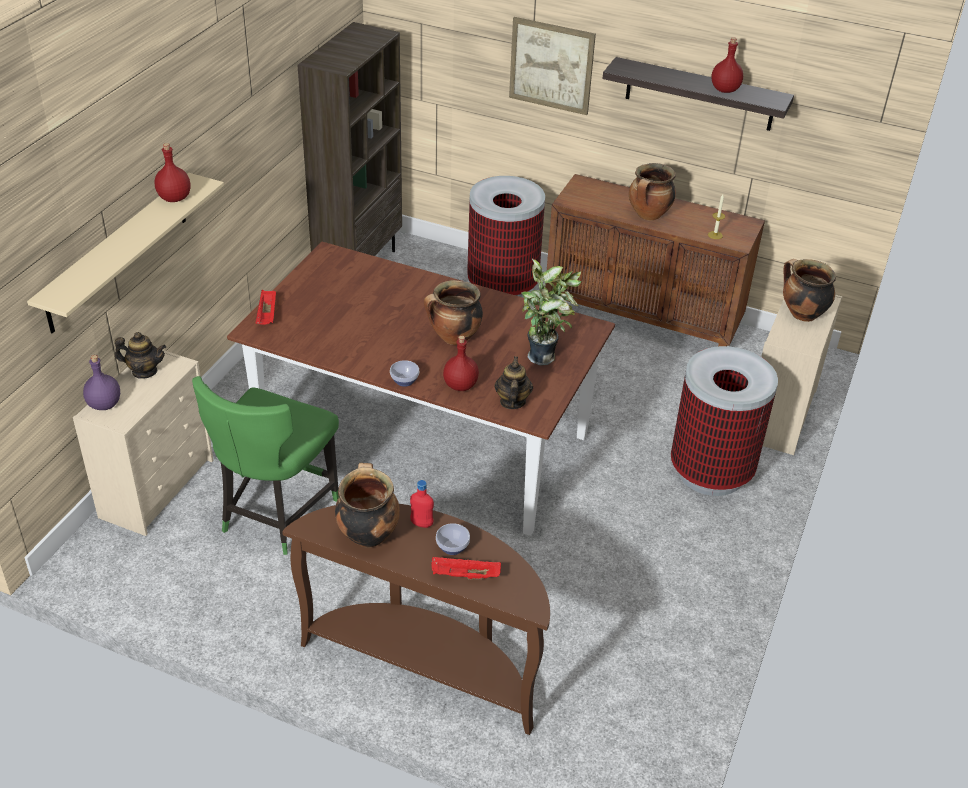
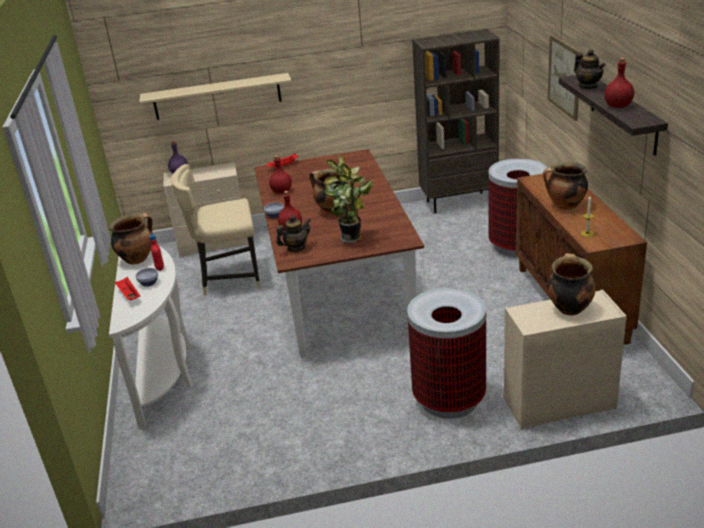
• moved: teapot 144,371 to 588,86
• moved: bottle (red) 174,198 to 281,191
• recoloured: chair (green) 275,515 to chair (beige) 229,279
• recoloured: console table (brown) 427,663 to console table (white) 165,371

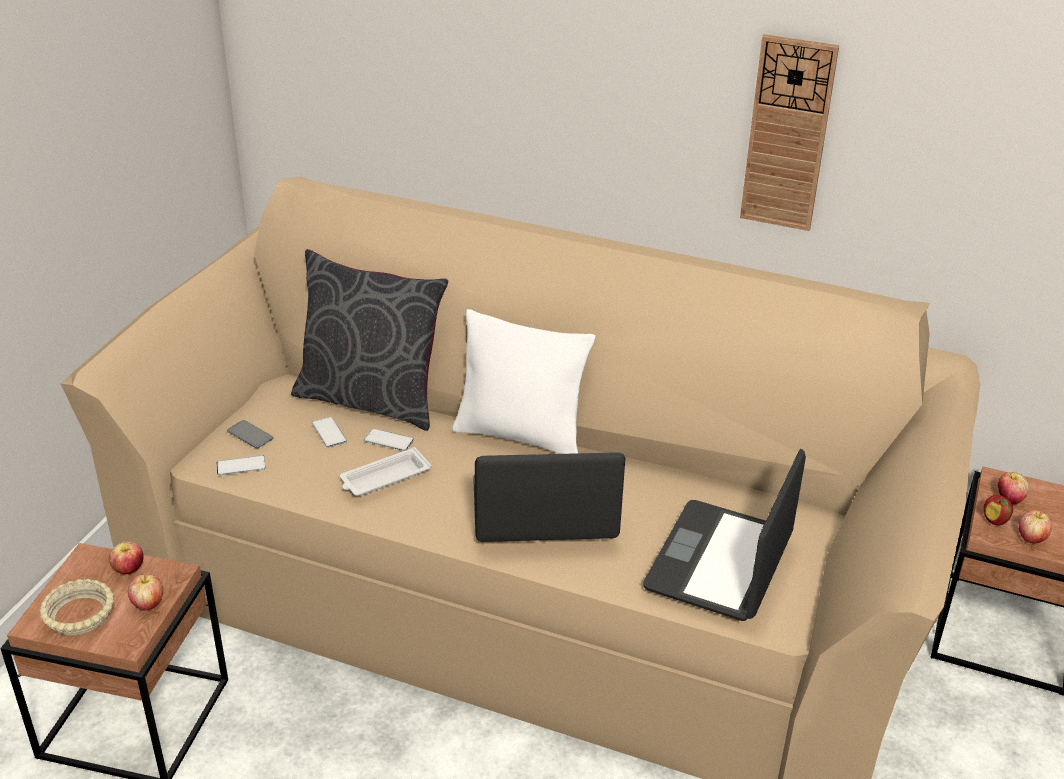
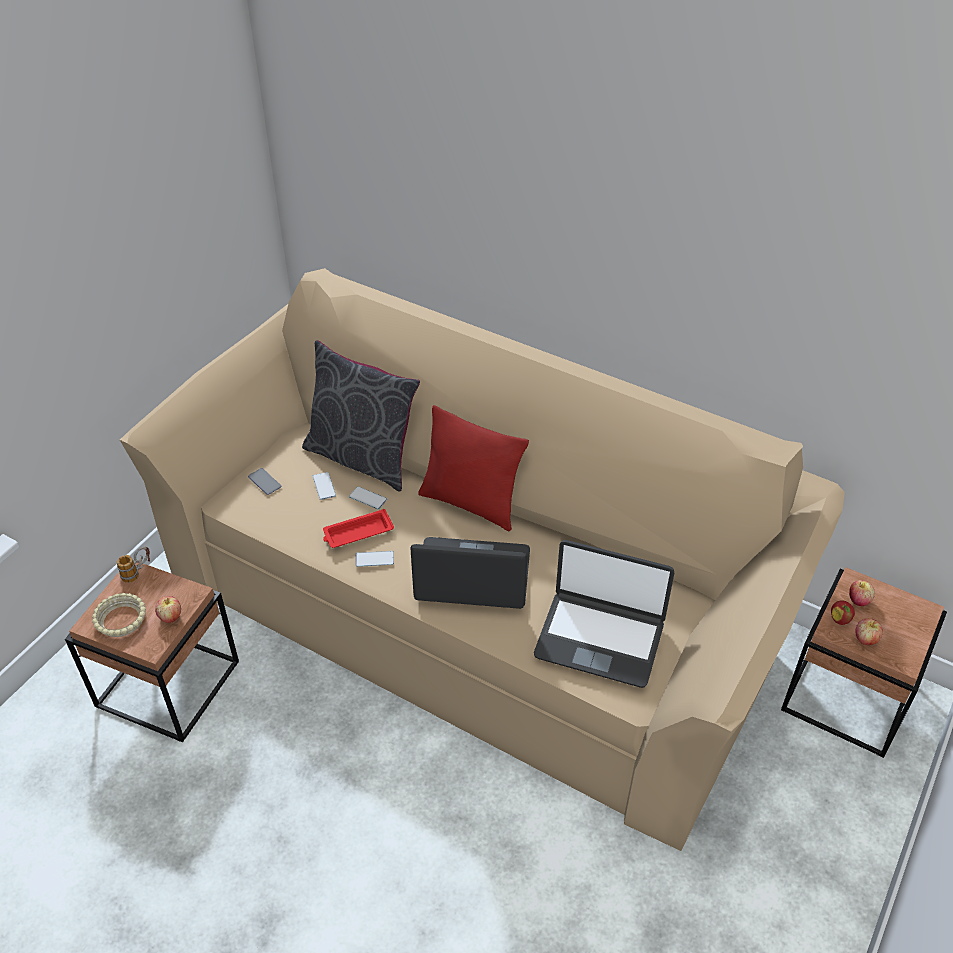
• removed: apple 129,569
• moved: phone 241,465 to 374,559
• recoloured: tray (white) 384,478 to tray (red) 357,533
• recoloured: pillow (white) 520,435 to pillow (red) 470,503
• turned: laptop 721,562 = 600,638 105 degrees counterclockwise
• removed: wall clock 787,134
• added: mug 137,572

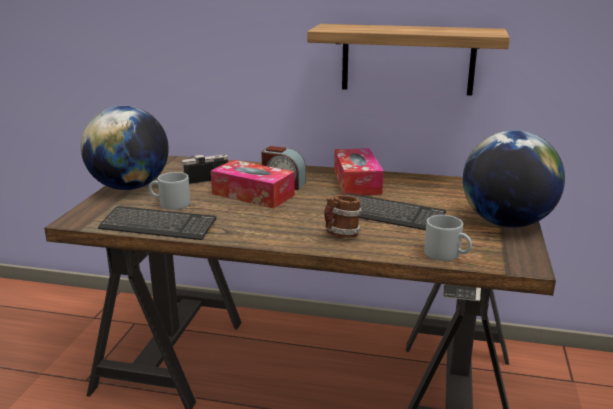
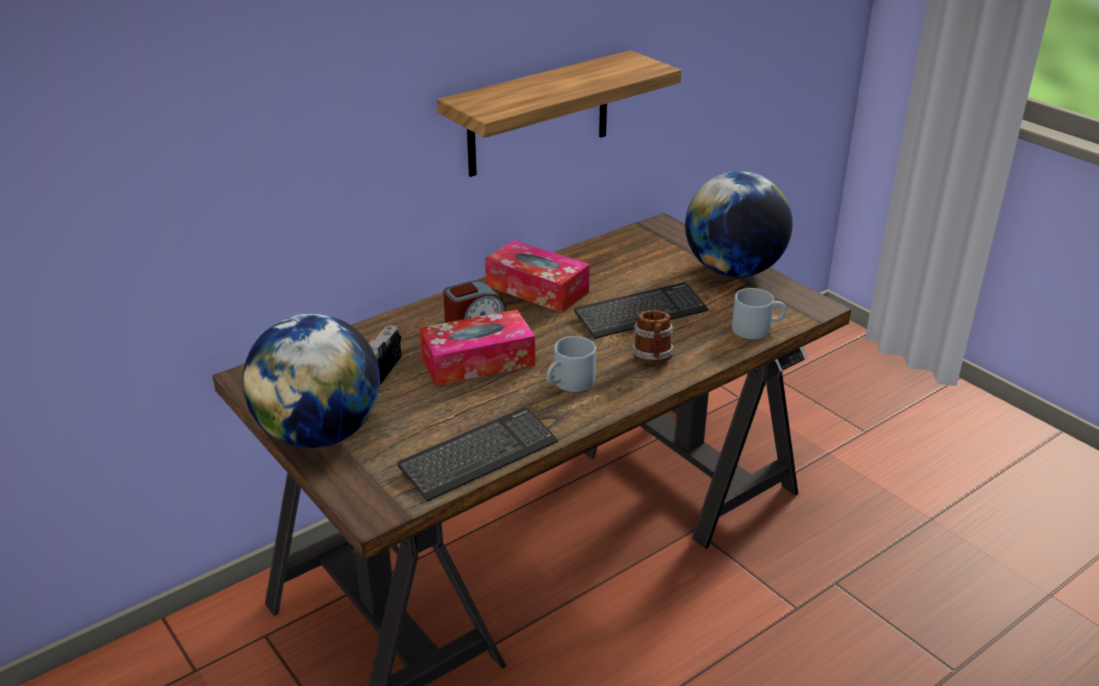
• moved: mug (grey) 169,204 to 569,383

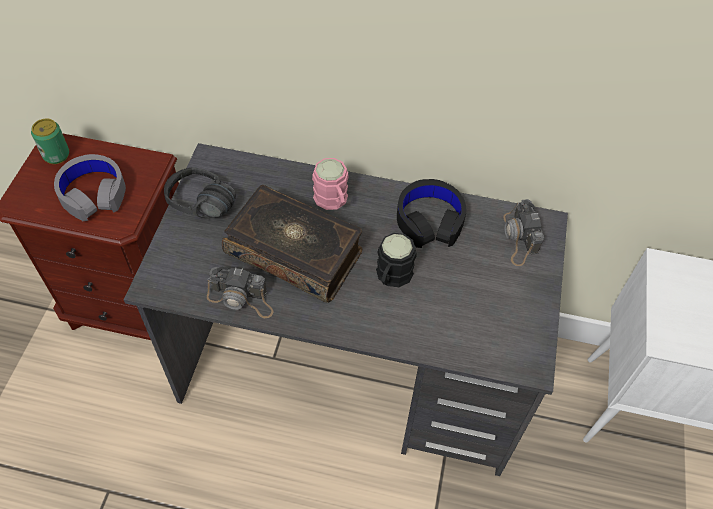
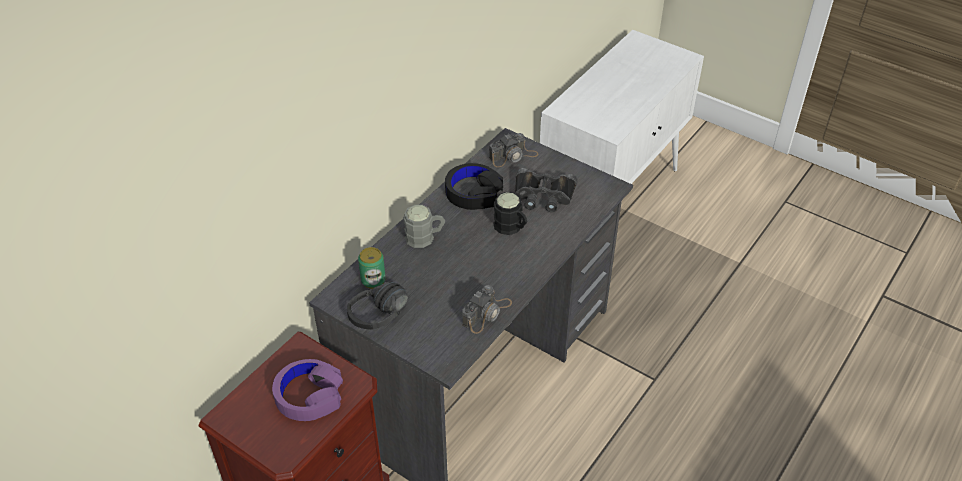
• moved: can 56,155 to 373,280
• recoloured: headphones (grey) 93,193 to headphones (purple) 309,396
• removed: book 295,252
• recoloured: mug (pink) 333,201 to mug (grey) 425,237
• turned: photo camera 519,238 = 513,156 45 degrees counterclockwise
• added: binoculars (black) 543,195

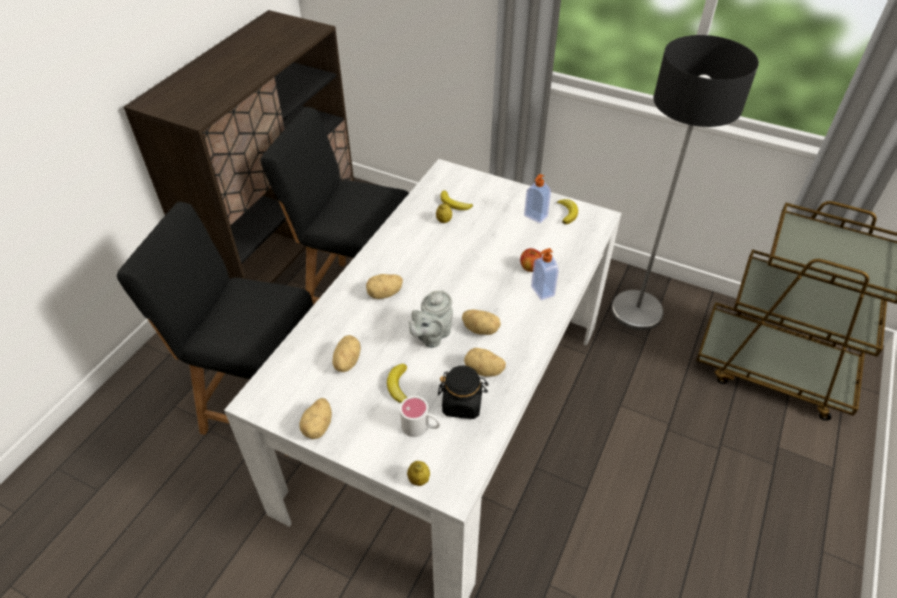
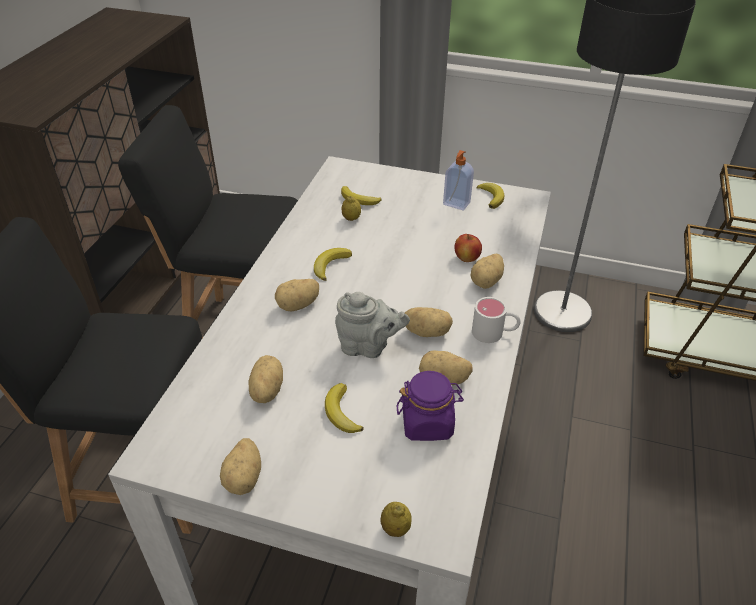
• moved: mug (white) 421,427 to 494,333
• turned: teapot (grey) 431,336 = 368,347 105 degrees counterclockwise
• recoloured: jar (black) 462,404 to jar (purple) 427,423
• replaced: soap dispenser 541,291 to potato 487,282
• added: banana 330,265

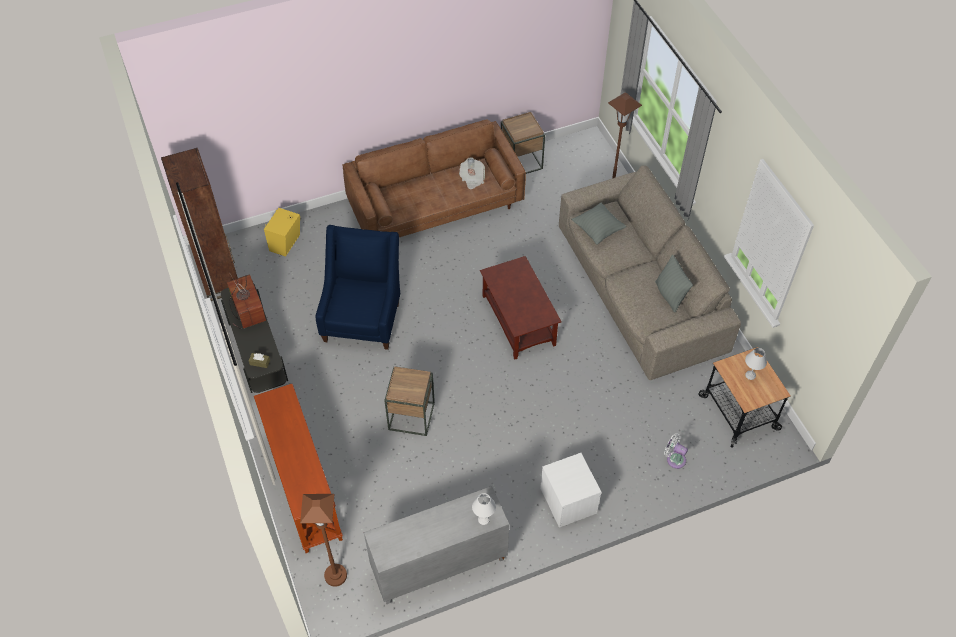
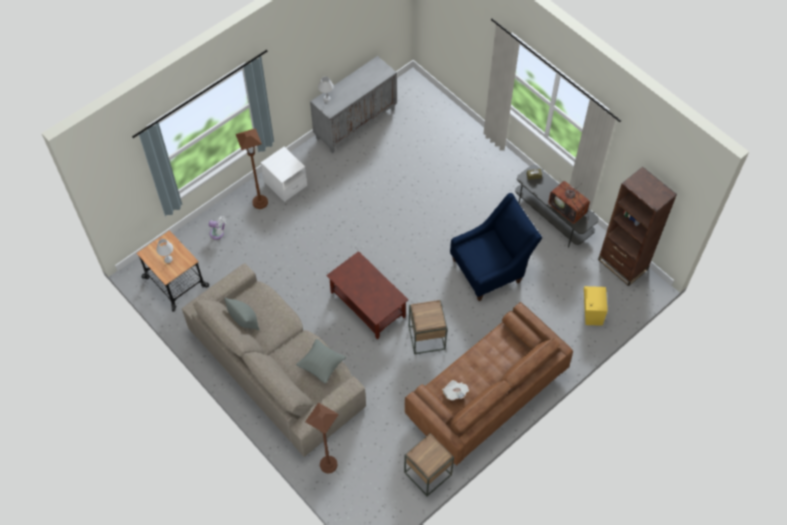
• removed: console table (brown) 302,486
• moved: floor lamp (brown) 335,575 to 260,202
• turned: armchair (blue) 363,317 = 491,268 105 degrees counterclockwise
• moved: side table (brown) 411,416 to 426,338

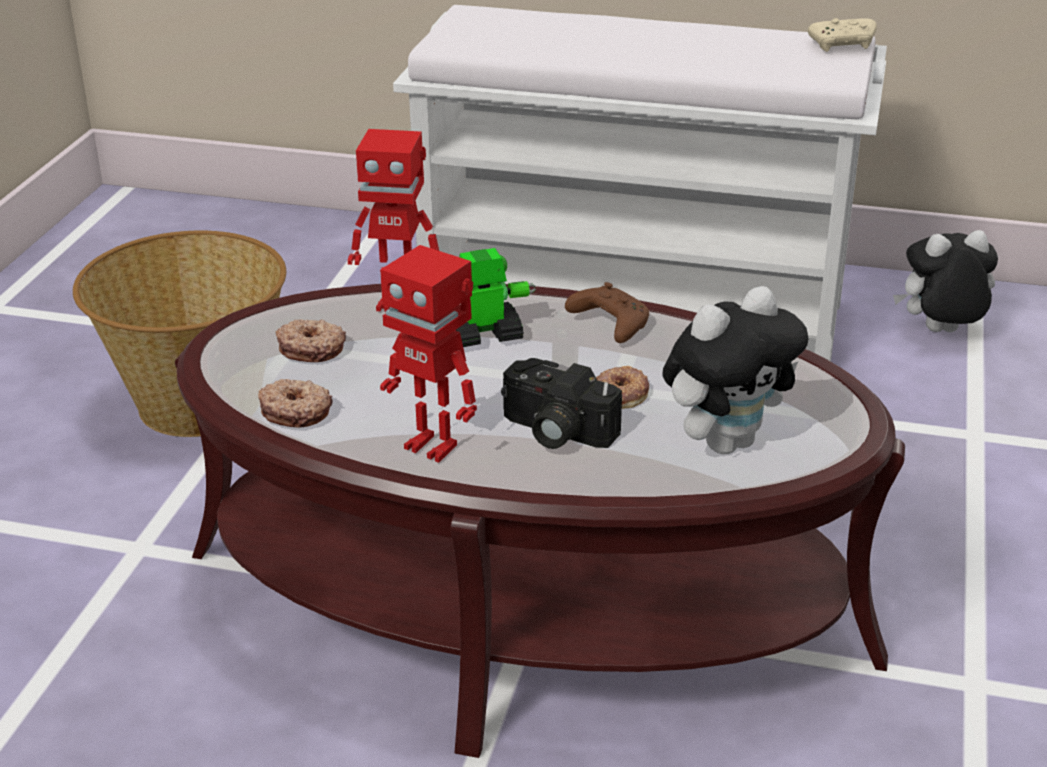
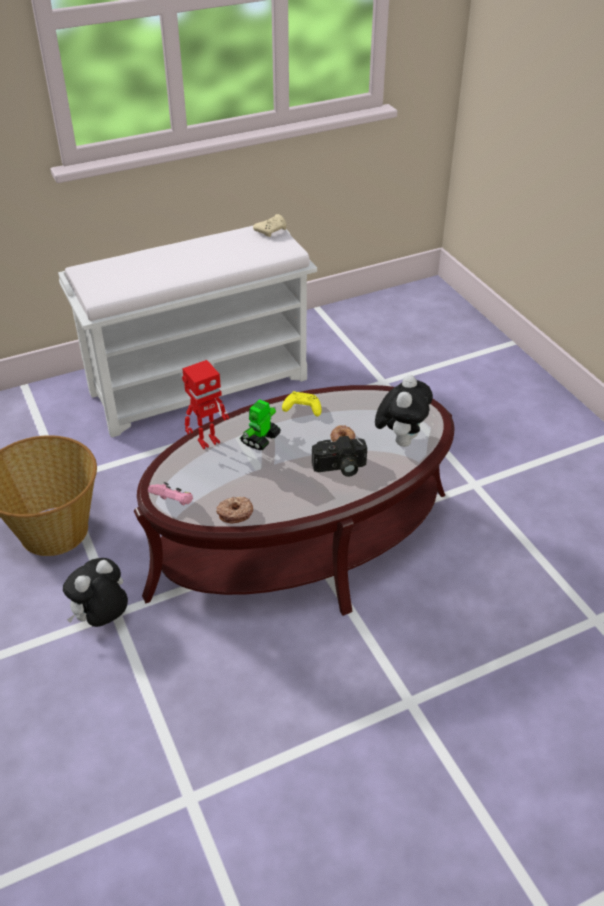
• removed: donut 311,349
• removed: toy robot 433,446
• recoloured: game controller (brown) 609,324 to game controller (yellow) 301,409
• moved: plush toy 940,333 to 102,618
• added: game controller (pink) 173,503

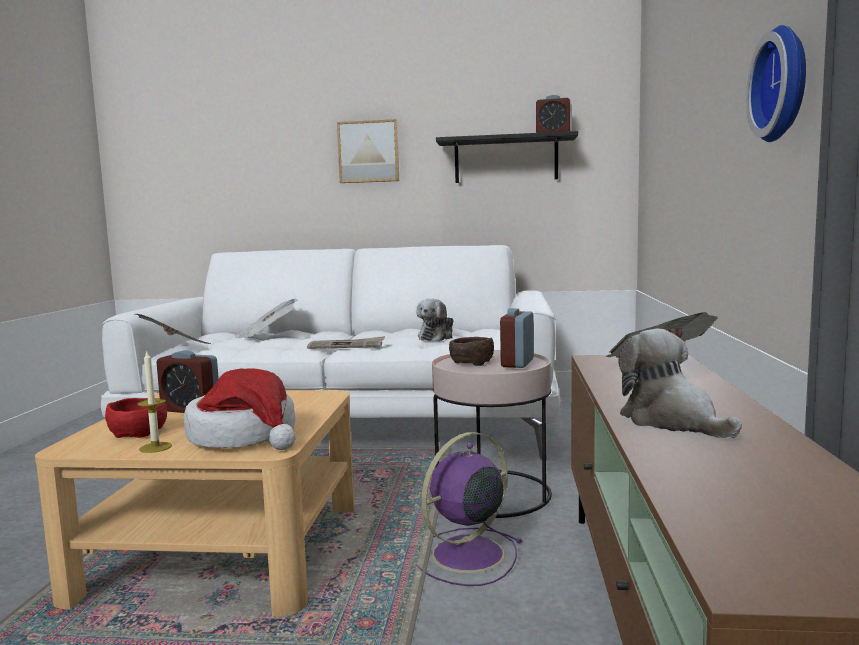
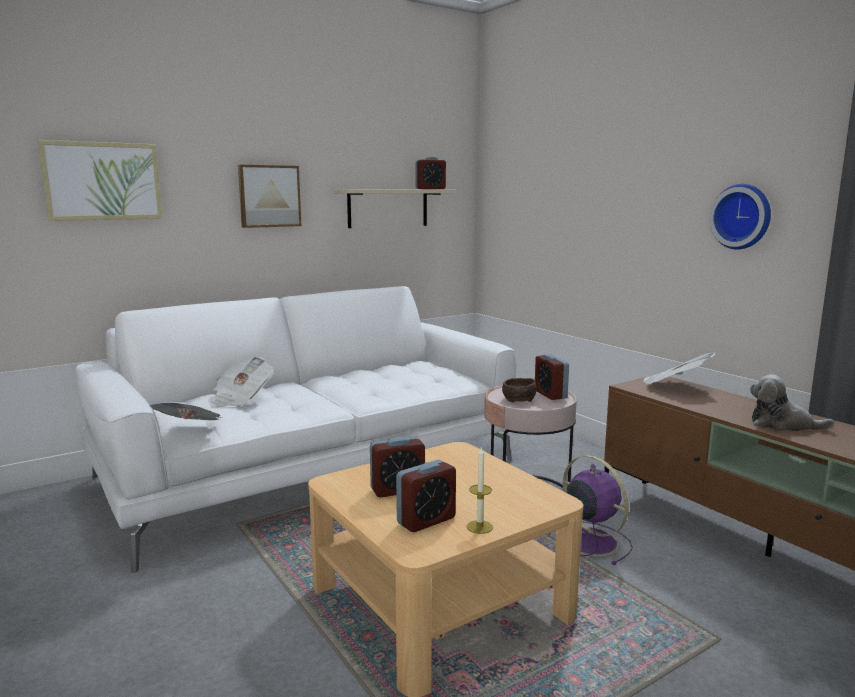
• replaced: bowl (red) 140,432 to alarm clock 426,520
• removed: hat 245,436
• removed: newspaper 347,346
• removed: plush toy 437,337
• turned: fan (purple) 465,556 = 588,541 135 degrees clockwise
• recoloured: shelf (black) 506,160 to shelf (beige) 388,208
• added: picture 103,181

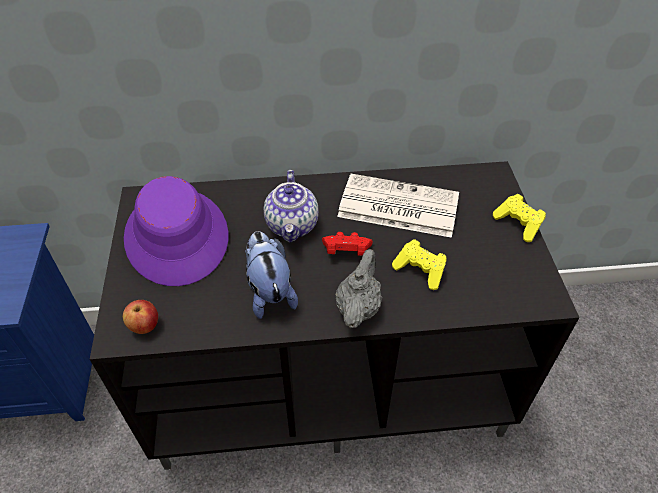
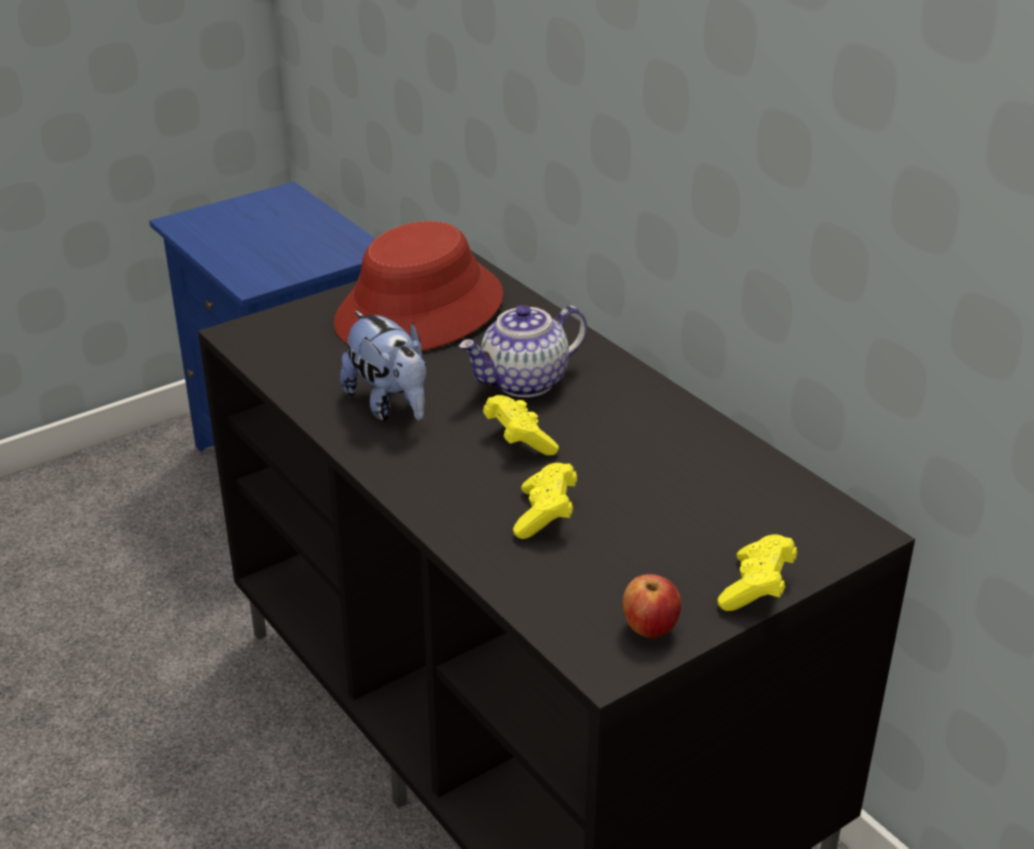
• moved: apple 144,326 to 650,628
• recoloured: hat (purple) 177,236 to hat (red) 420,311
• turned: plush toy 269,292 = 390,405 105 degrees clockwise
• recoloured: game controller (red) 346,252 to game controller (yellow) 519,440
• removed: teapot (grey) 358,307
• removed: newspaper 396,206

